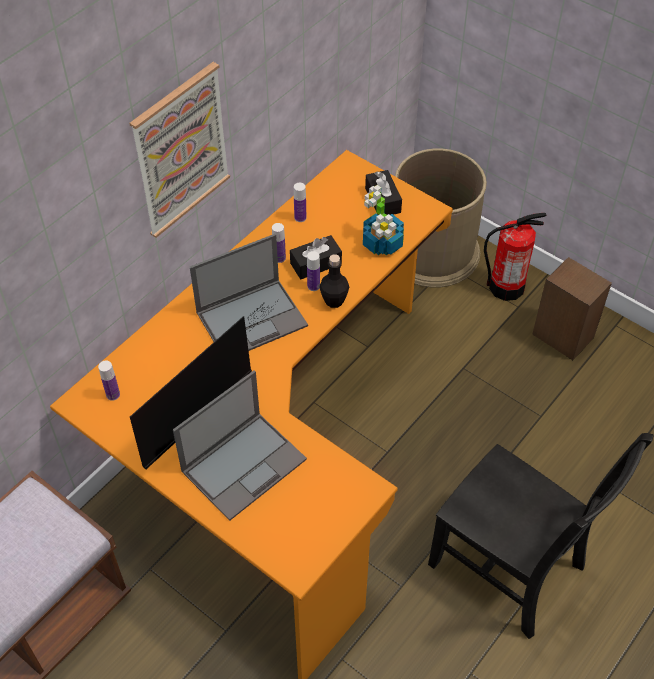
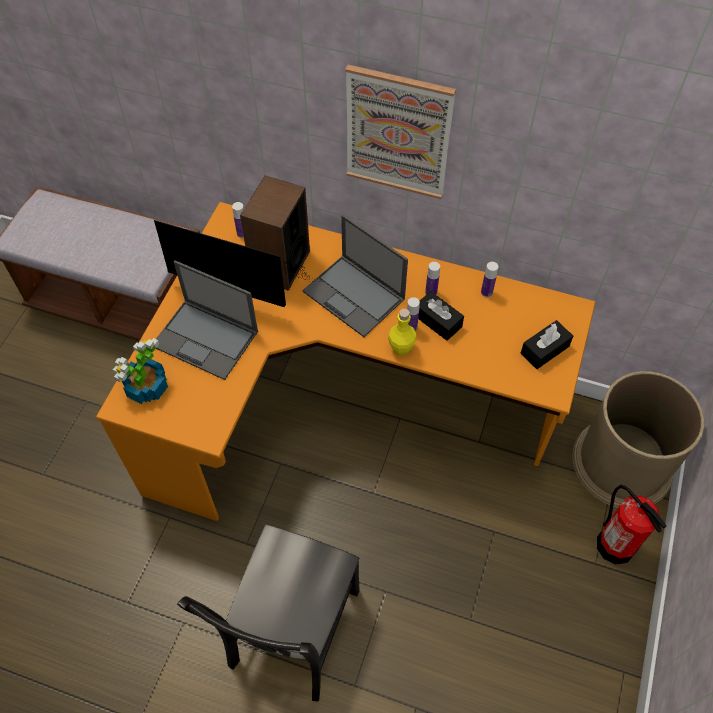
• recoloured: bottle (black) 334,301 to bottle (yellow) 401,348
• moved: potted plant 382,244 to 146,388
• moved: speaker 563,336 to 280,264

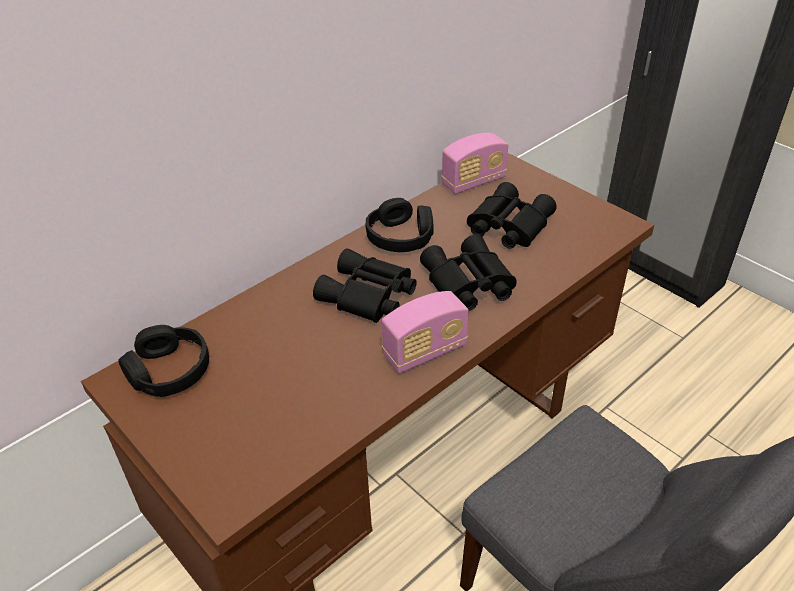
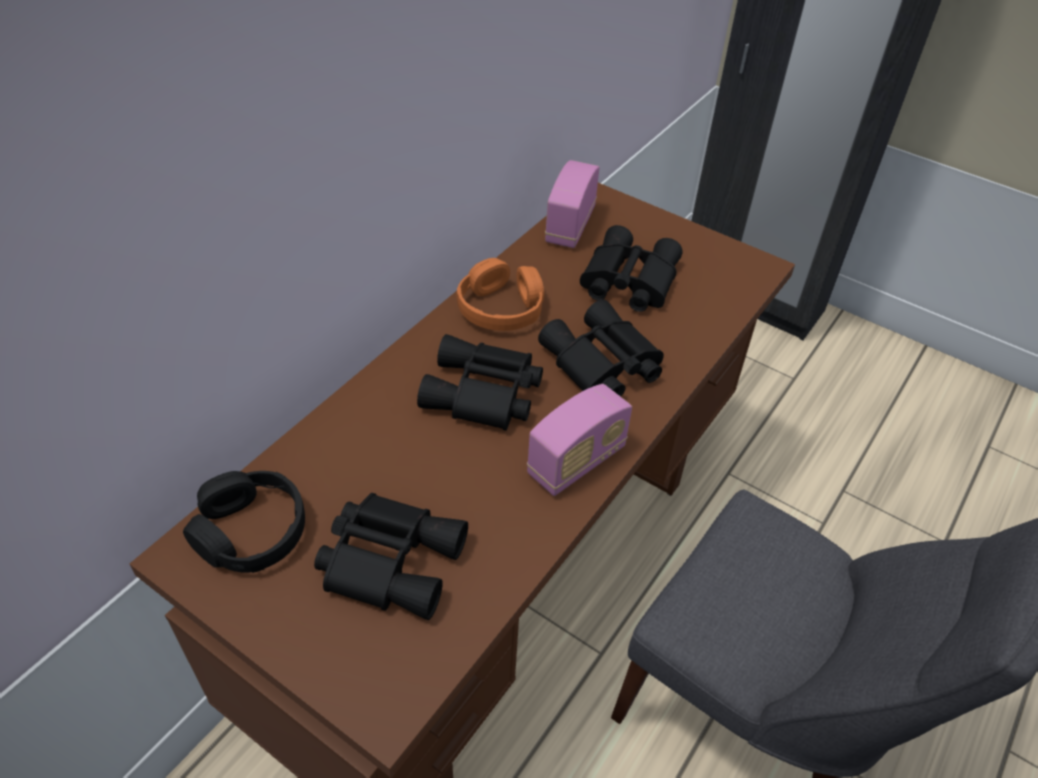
• recoloured: headphones (black) 400,236 to headphones (orange) 501,308
• turned: radio 473,182 = 570,226 150 degrees clockwise
• added: binoculars (black) 391,559

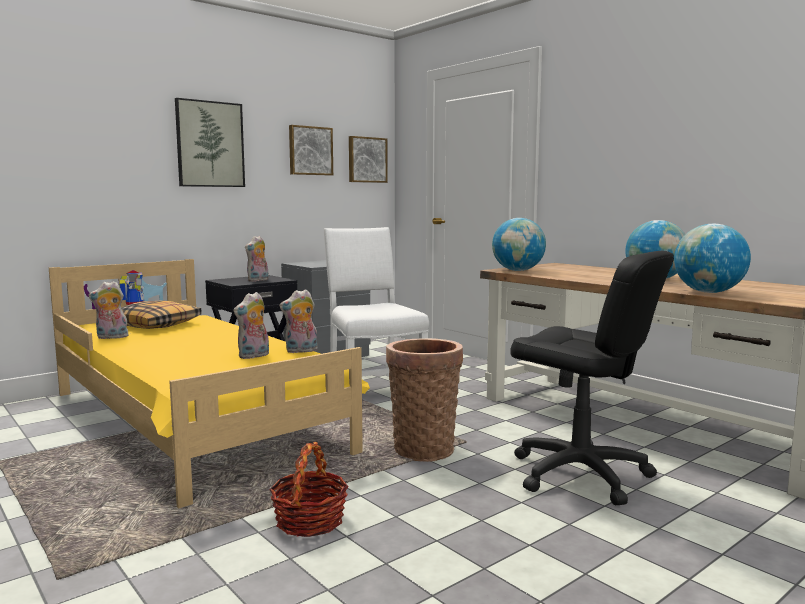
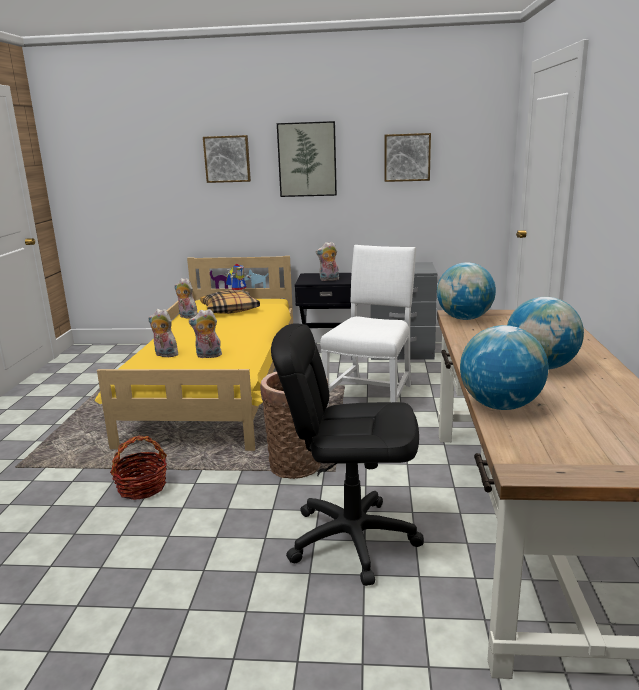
• moved: plush toy 301,351 to 164,355
• moved: picture 366,160 to 227,159
• turned: office chair (black) 580,474 = 352,539 105 degrees clockwise

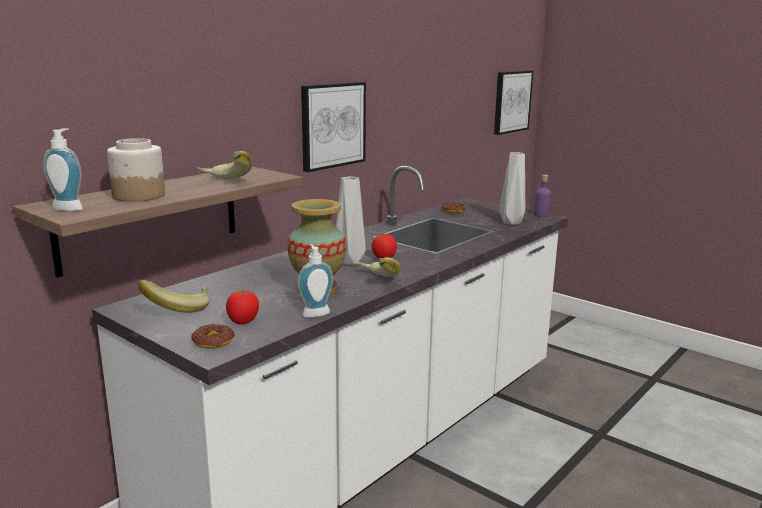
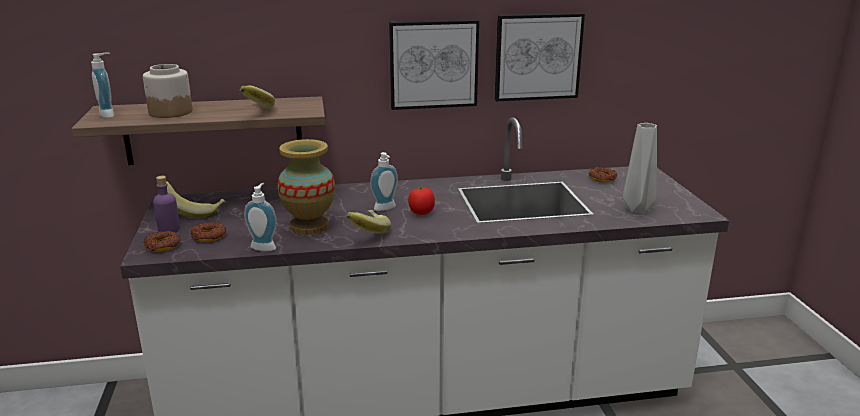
• replaced: tomato 243,321 to donut 208,236
• replaced: vase (grey) 351,262 to soap dispenser 386,209
• moved: picture 511,101 to 537,56
• moved: bottle (purple) 541,215 to 169,230

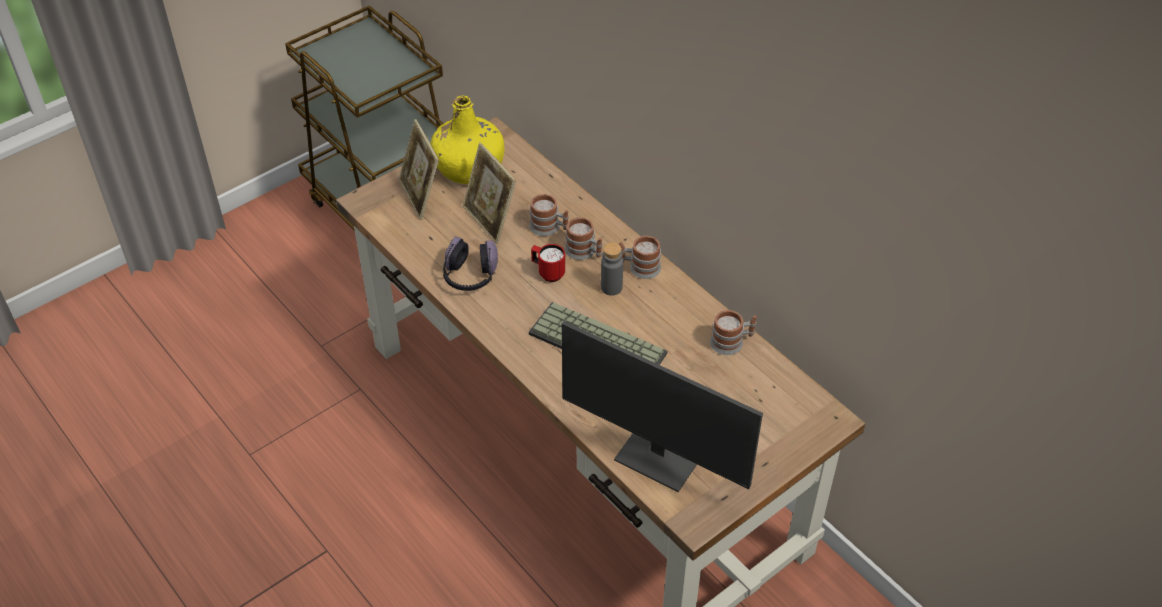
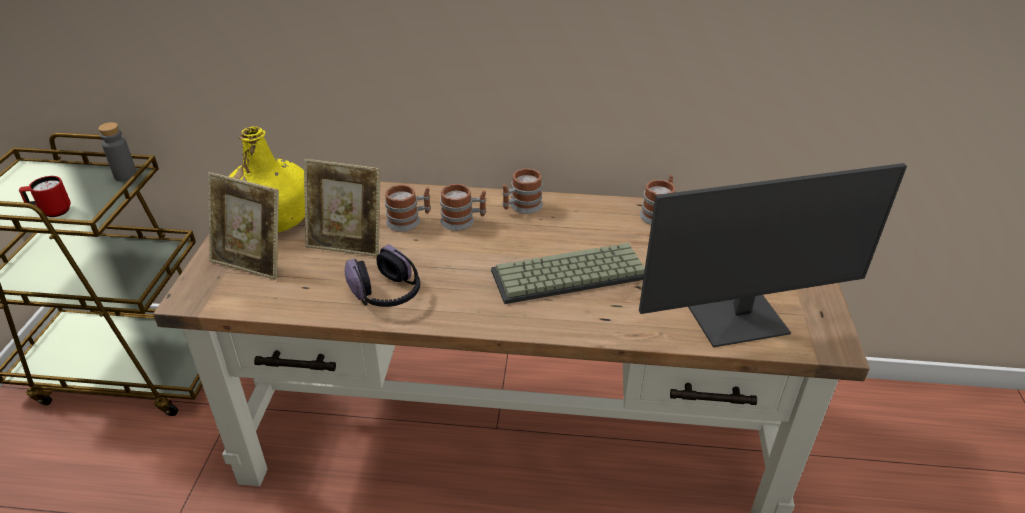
• moved: mug (red) 548,273 to 51,212
• moved: bottle (grey) 611,287 to 125,176

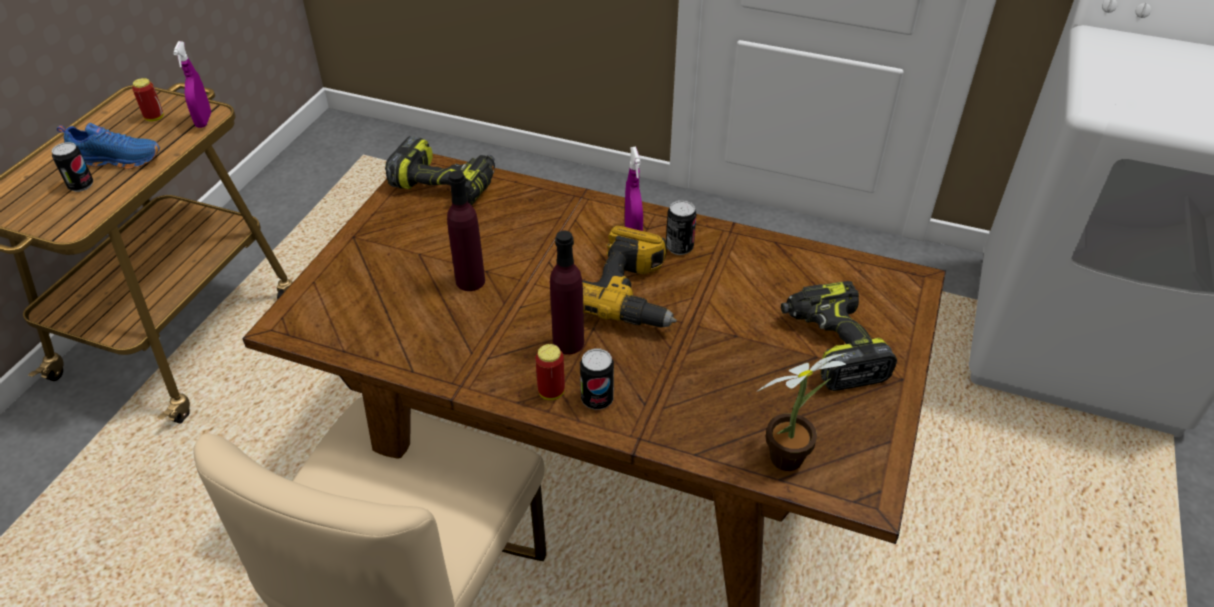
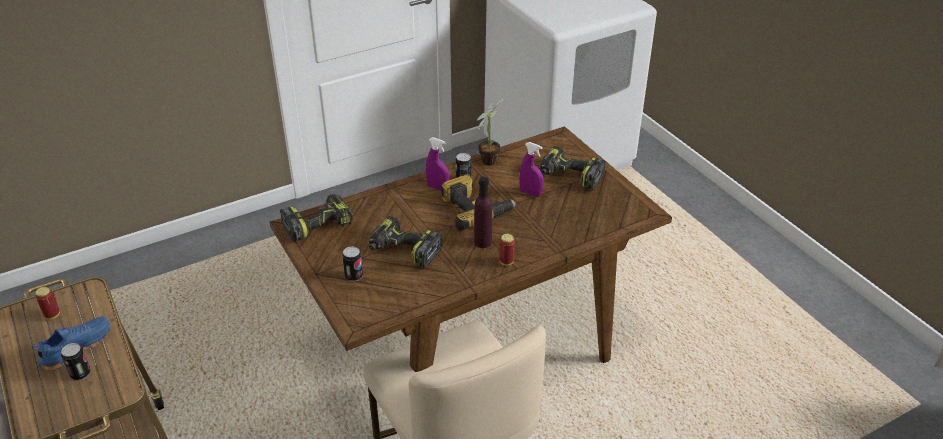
• moved: spray bottle (purple) 204,120 to 530,193
• replaced: bottle (purple) 470,281 to power drill 404,251
• moved: can 597,399 to 354,276
• moved: potted plant 792,456 to 490,160

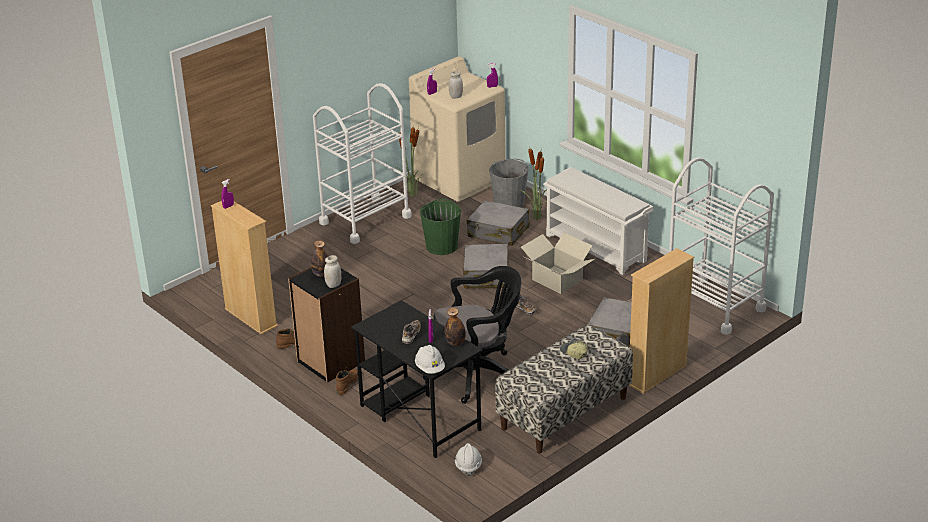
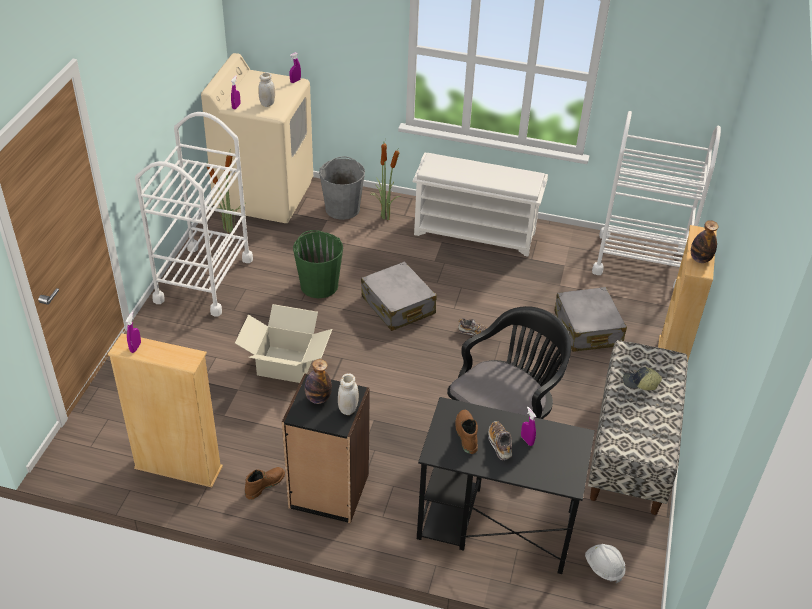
• moved: boot (brown) 347,384 to 465,434
• removed: hard hat (white) 430,368
• moved: bottle 455,343 to 700,259
• removed: suitcase (grey) 498,232
• moved: cardboard box 557,279 to 286,364

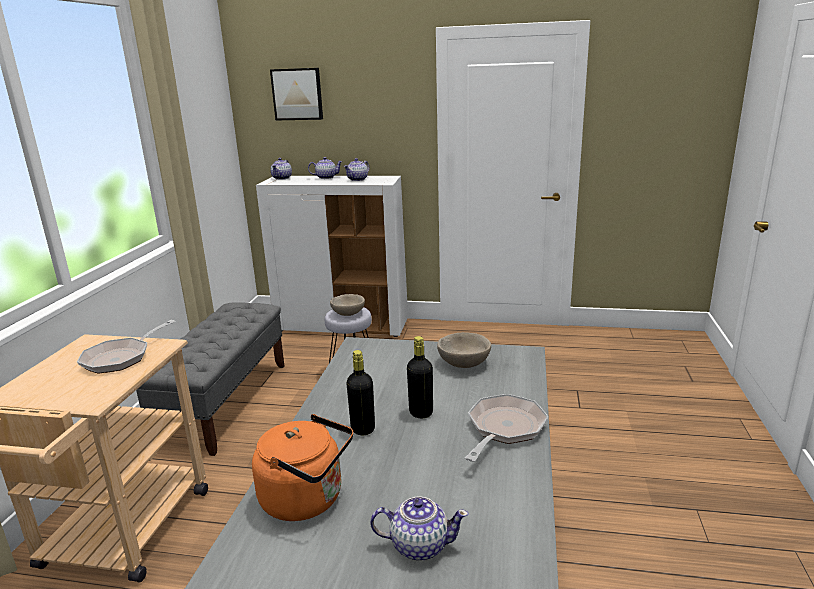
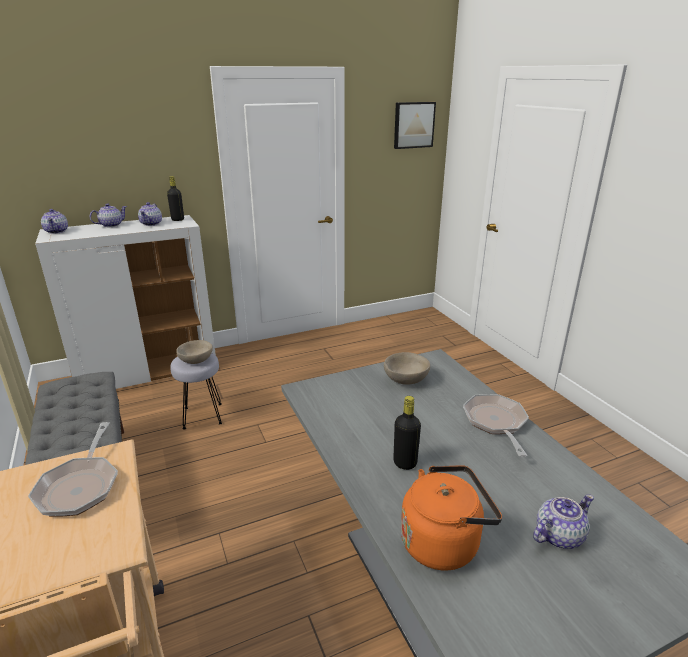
• moved: picture 297,94 to 413,125
• moved: bottle (black) 421,412 to 178,219

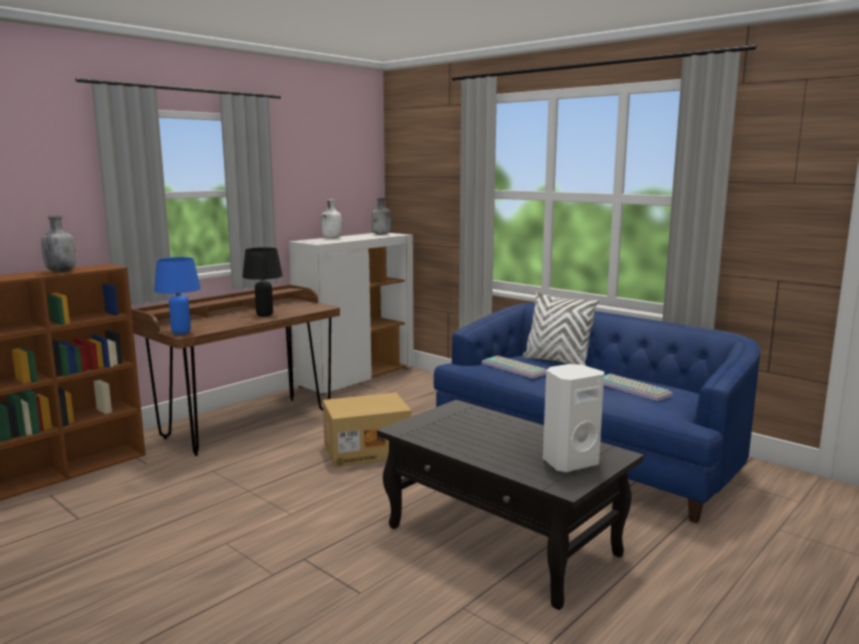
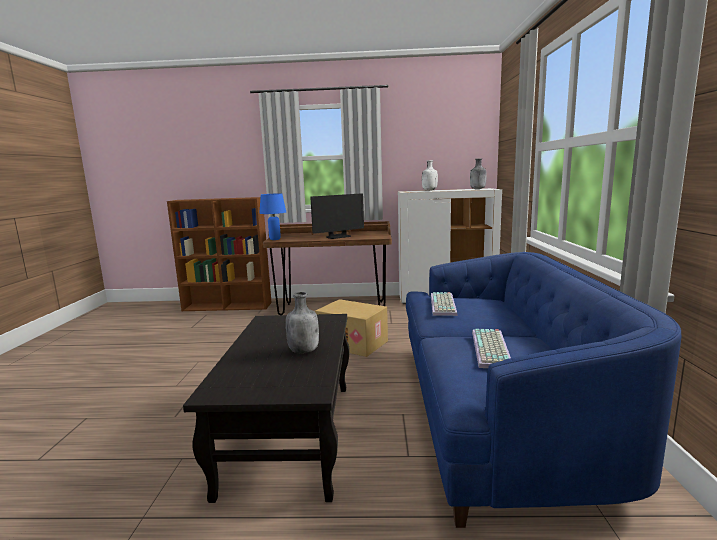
• moved: bottle (grey) 61,271 to 304,351
• replaced: table lamp (black) 264,315 to monitor 338,237
• removed: pillow (white) 557,361
• removed: speaker (white) 569,462

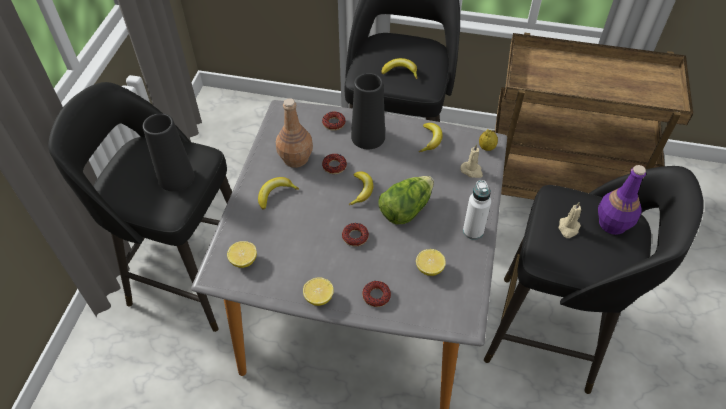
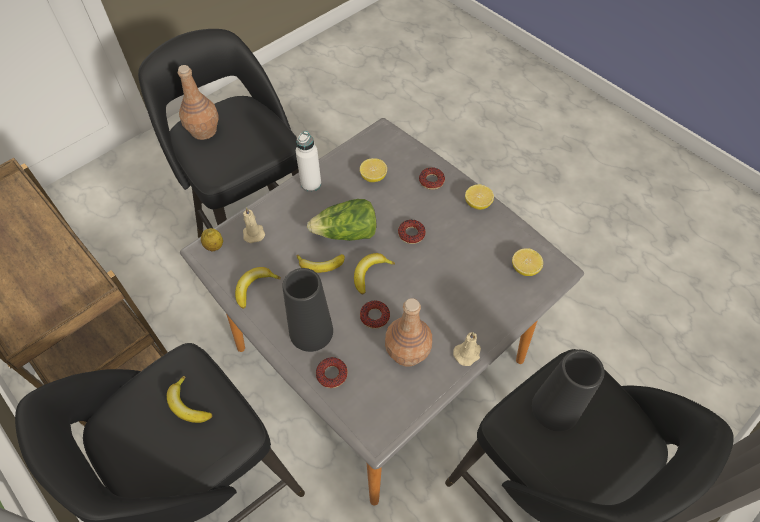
• moved: banana 275,194 to 321,266
• moved: candle (beige) 568,228 to 467,353
• recoloured: bottle (purple) 612,223 to bottle (brown) 204,131

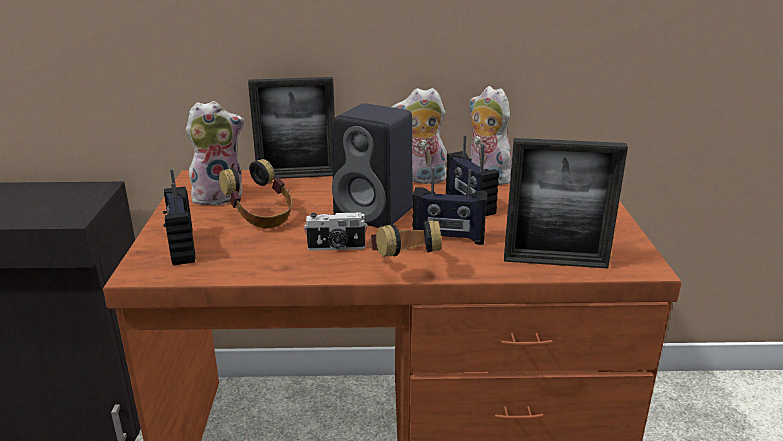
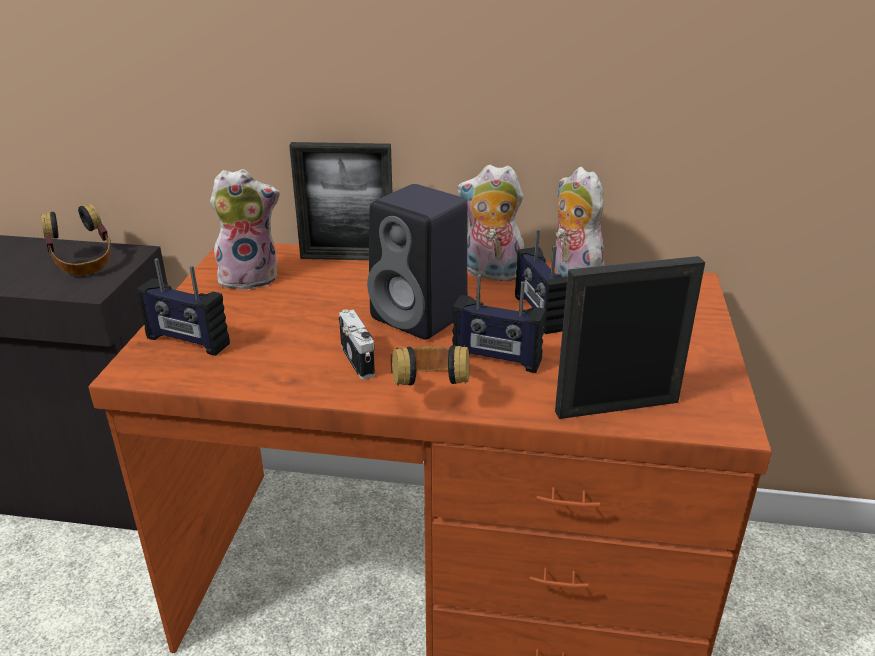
• turned: radio 181,247 = 187,341 60 degrees counterclockwise
• moved: headphones 261,218 to 83,264
• turned: photo camera 336,247 = 359,360 120 degrees counterclockwise
• turned: picture frame 555,262 = 616,407 150 degrees clockwise

